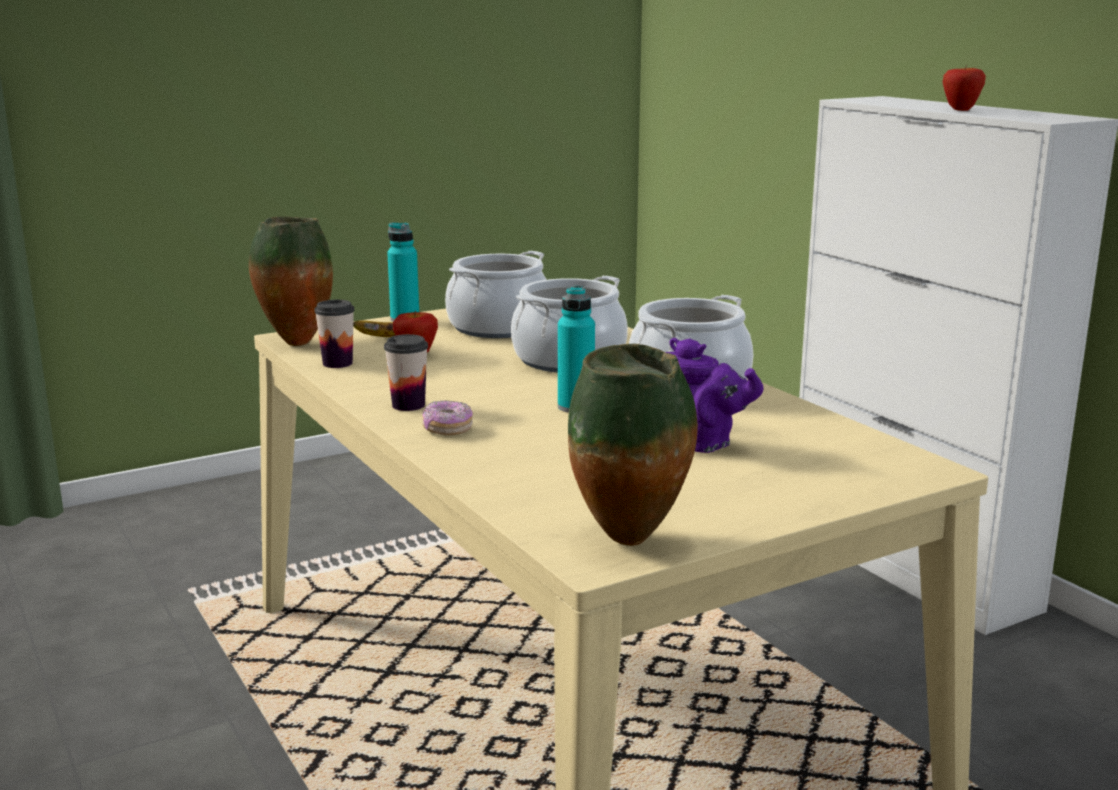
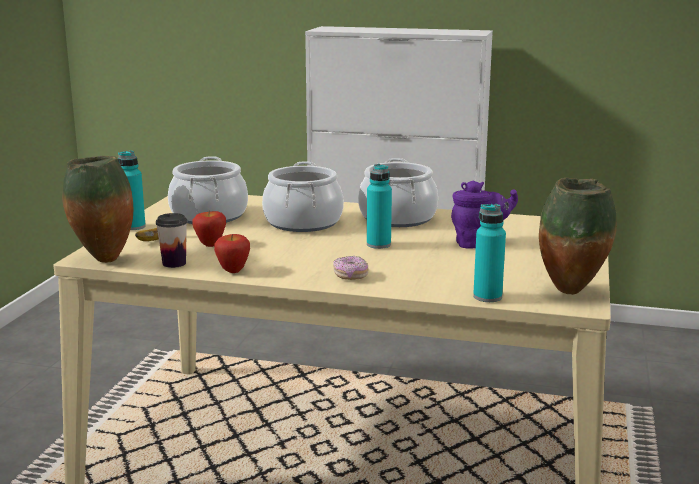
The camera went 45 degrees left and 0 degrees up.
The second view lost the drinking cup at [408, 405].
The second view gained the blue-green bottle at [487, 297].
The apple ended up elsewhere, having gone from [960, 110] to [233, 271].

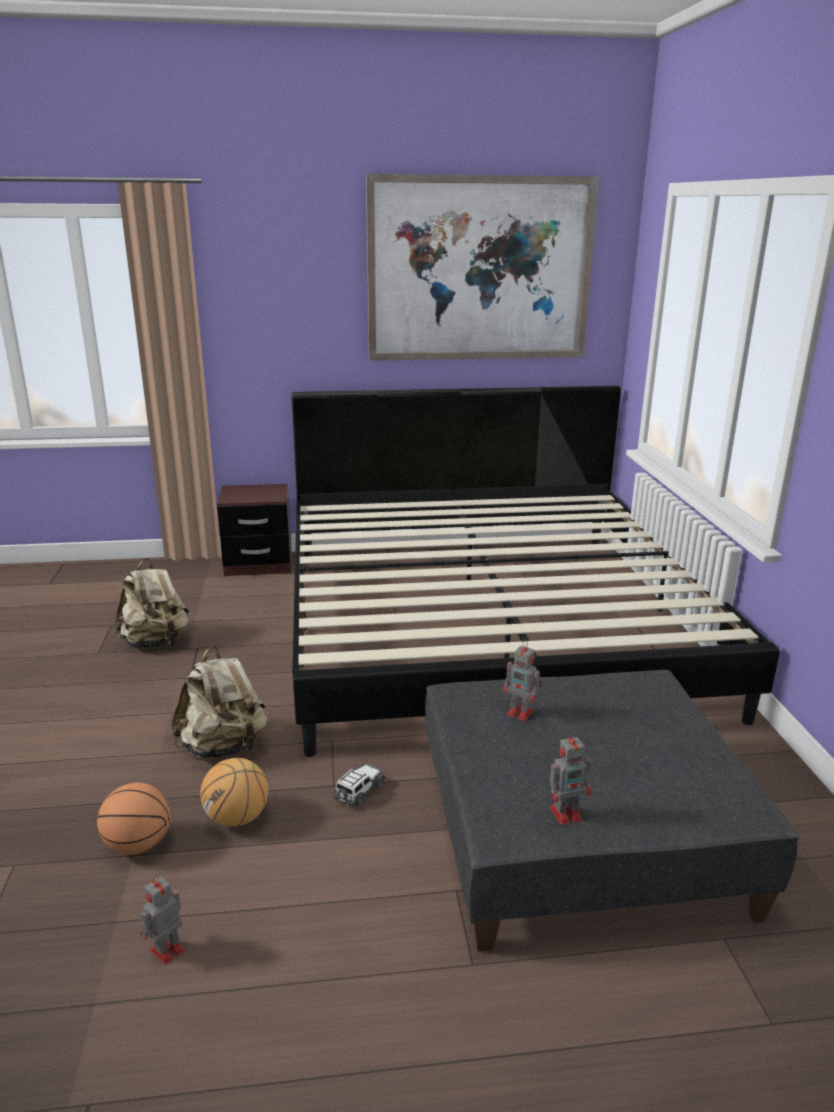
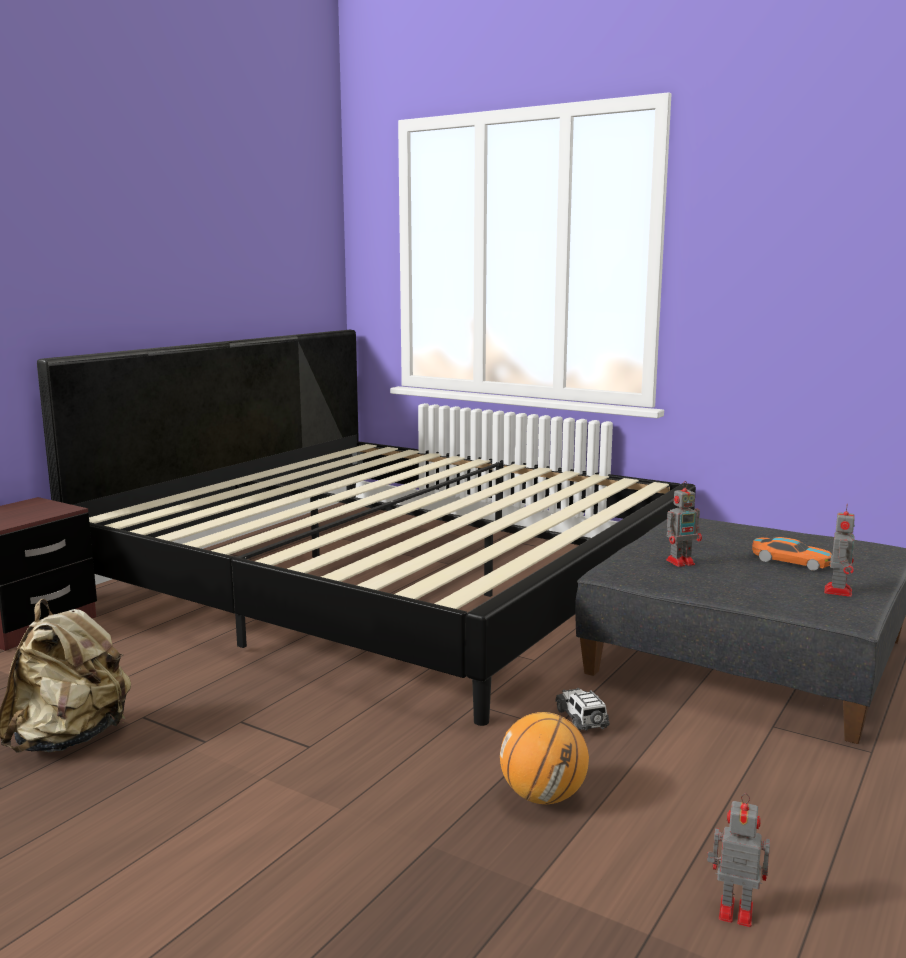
The camera went 50 degrees left and 10 degrees down.
The second view lost the ball for basketball at [138, 845].
The second view lost the beige backpack at [223, 747].
The second view lost the wall picture at [479, 270].
The second view gained the miniature car at [791, 561].
The model robot at [165, 951] ended up facing another way, 120 degrees clockwise from before.

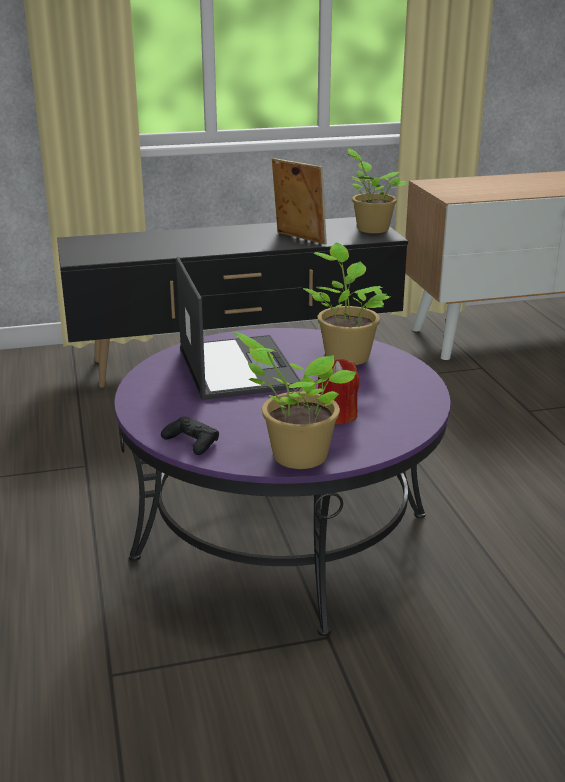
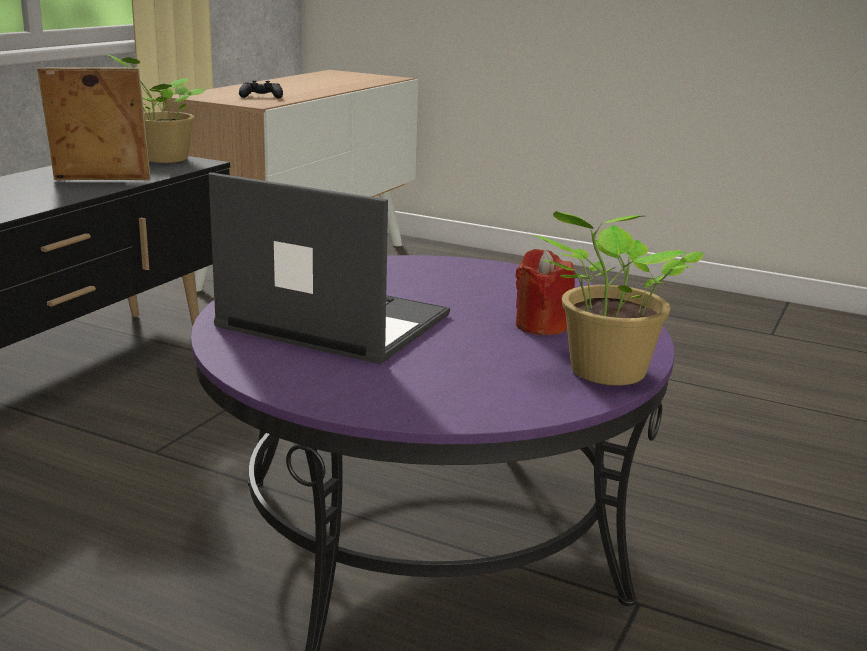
The camera went 50 degrees left and 5 degrees down.
The second view lost the potted plant at [345, 356].
The black game controller ended up elsewhere, having gone from [192, 442] to [261, 97].

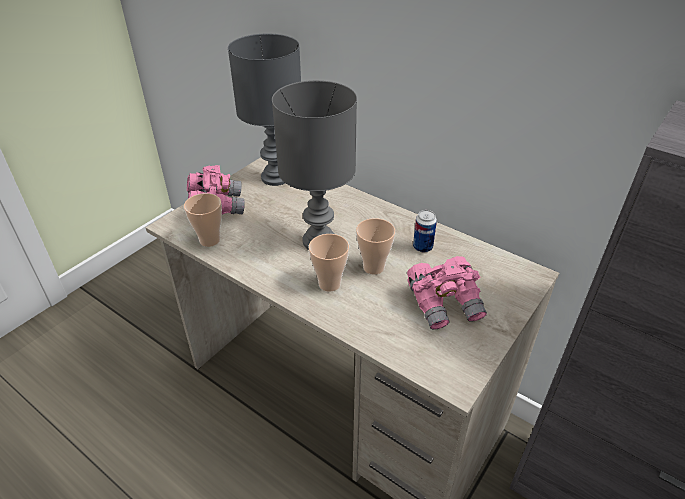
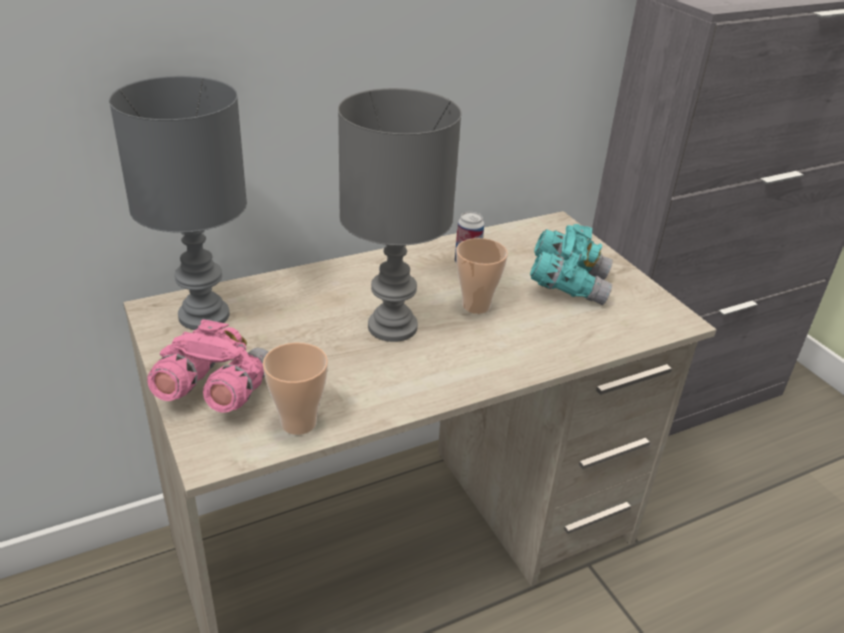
The camera went 65 degrees left and 5 degrees down.
The second view lost the drinking cup at [329, 284].
What was the pink-coloured field glasses at [445, 304] turned into the blue-green field glasses at [567, 284].

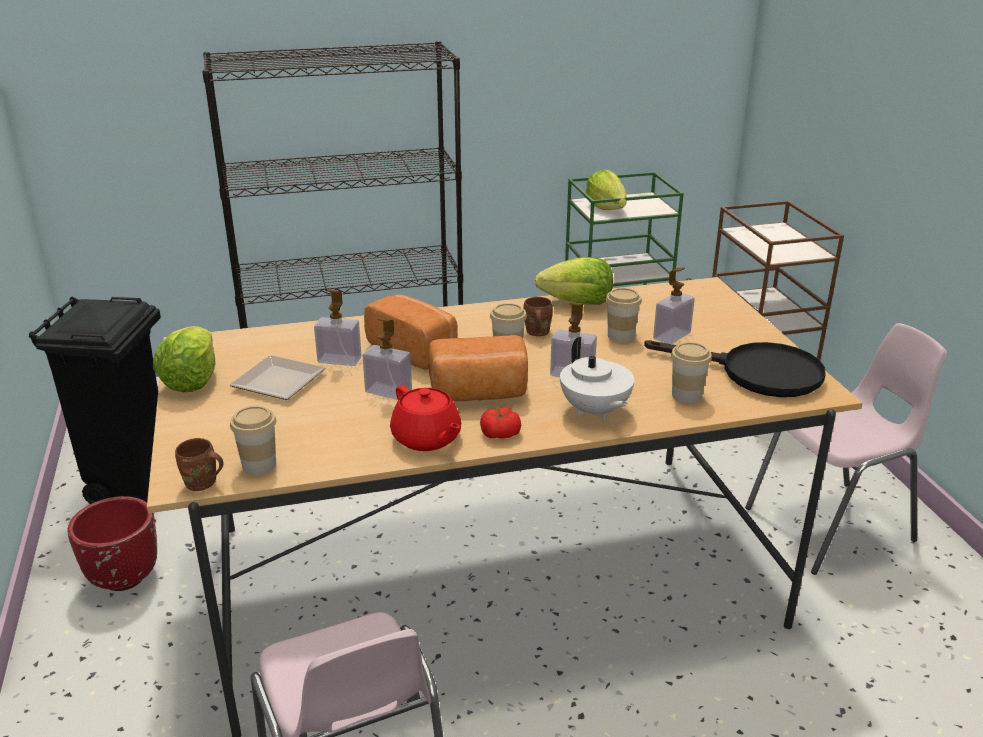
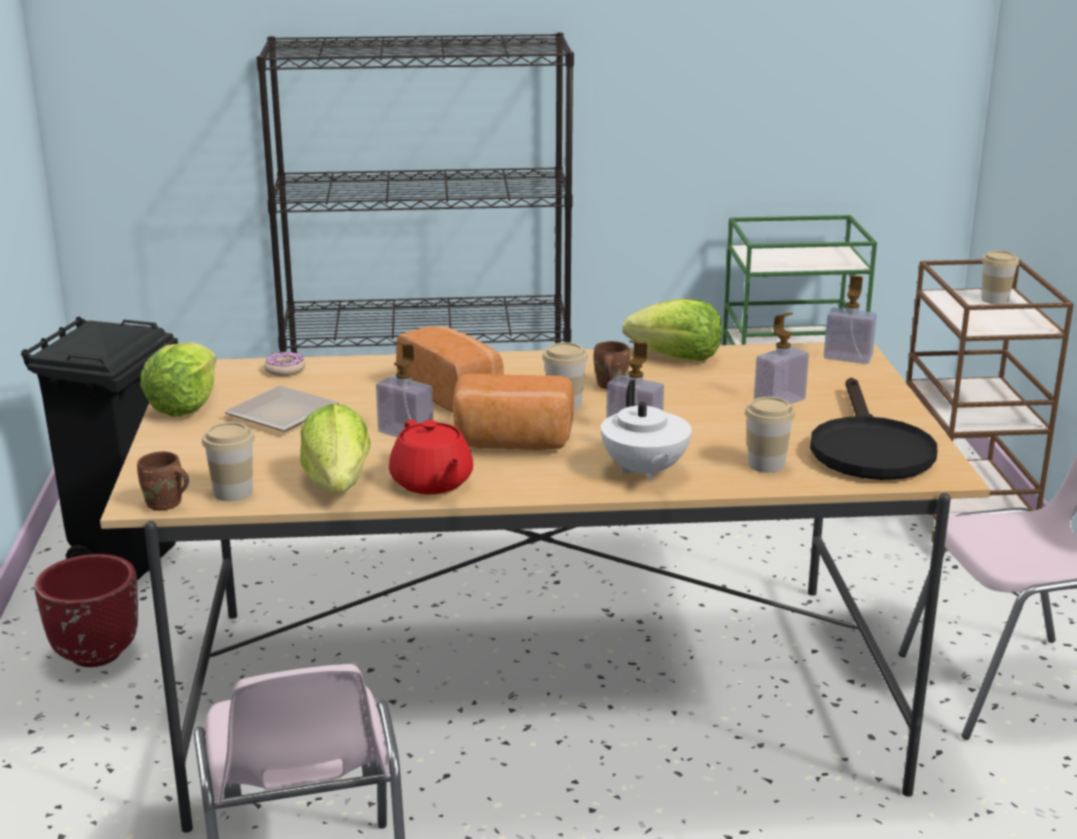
The camera went 10 degrees right and 5 degrees down.
The second view lost the tomato at [500, 433].
The second view gained the donut at [285, 370].
The soap bottle ended up elsewhere, having gone from [339, 360] to [847, 358].
The lettuce ended up elsewhere, having gone from [606, 208] to [338, 484].
The drinking cup ended up elsewhere, having gone from [621, 336] to [995, 300].
The black skillet at [756, 373] ended up facing another way, 60 degrees clockwise from before.

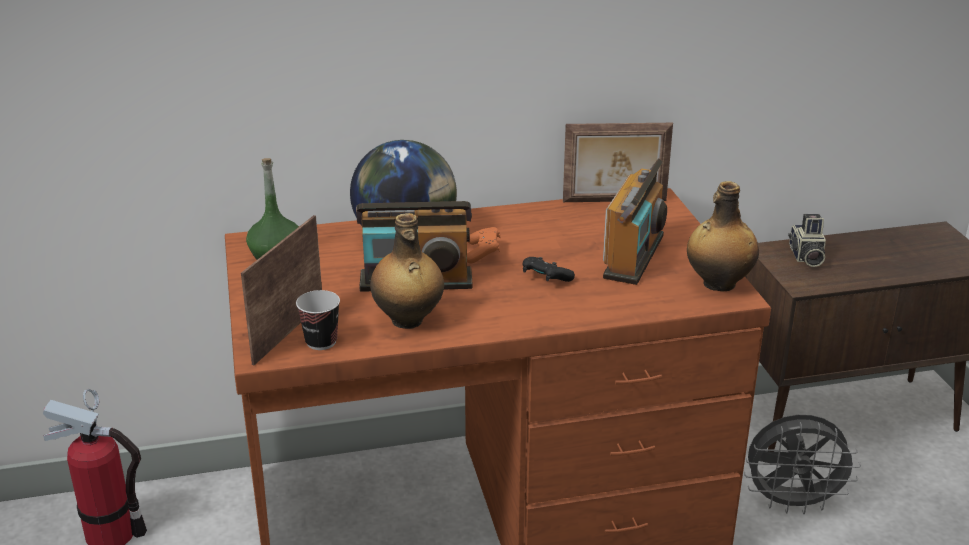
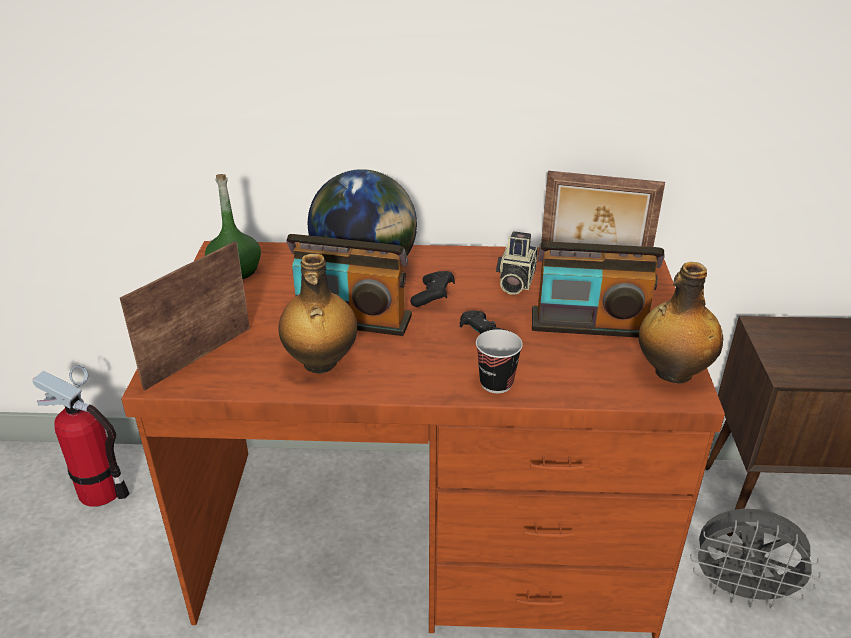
The camera went 15 degrees right and 5 degrees up.
The drinking cup ended up elsewhere, having gone from [321, 342] to [496, 383].
The photo camera ended up elsewhere, having gone from [805, 257] to [514, 281].
What was the orange game controller at [483, 253] turned into the black game controller at [433, 297].
The radio set at [634, 256] ended up facing another way, 60 degrees clockwise from before.

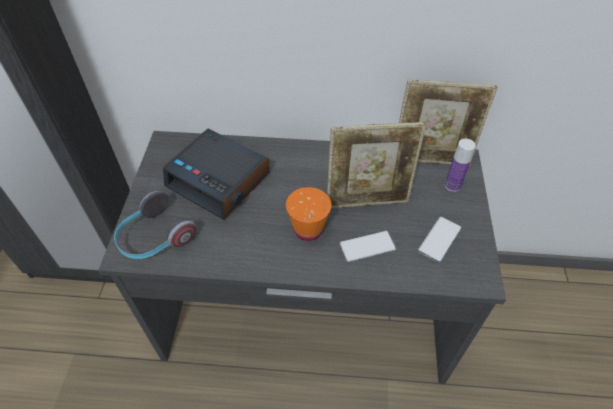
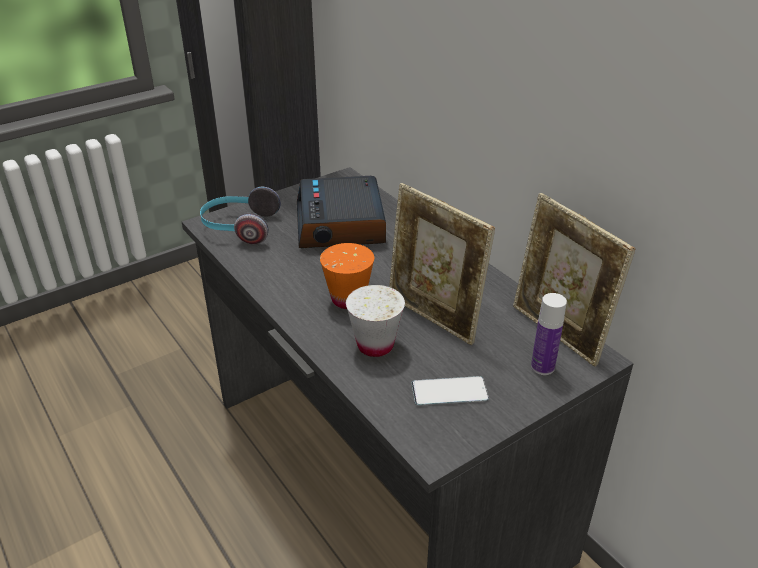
The camera went 50 degrees right and 15 degrees down.
Where the phone stood at [367, 246], the white drinking cup came to stand at [375, 345].

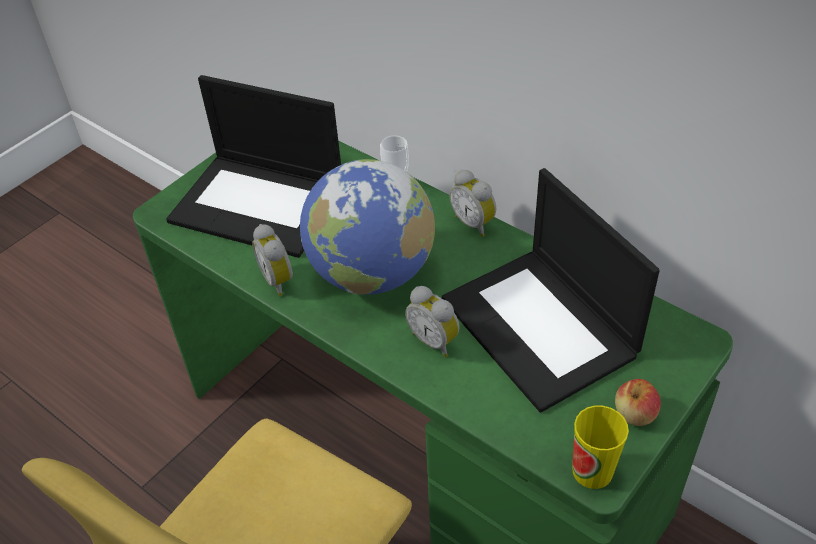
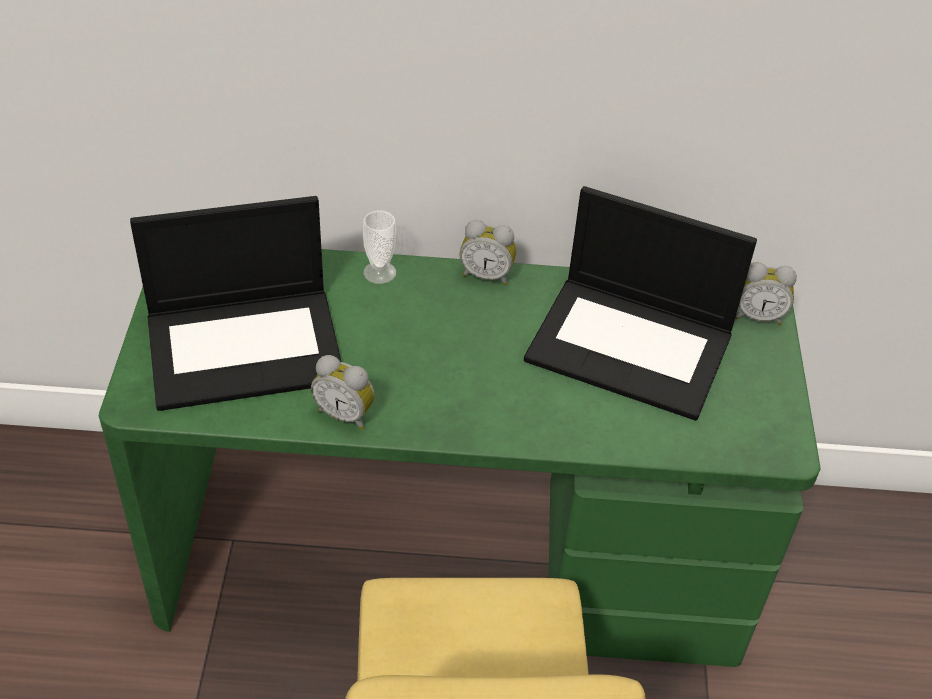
The camera went 40 degrees left and 0 degrees up.
The second view lost the world globe at [372, 273].
The second view lost the drinking cup at [592, 471].
The second view lost the apple at [635, 414].
The bedside clock ended up elsewhere, having gone from [435, 340] to [757, 316].

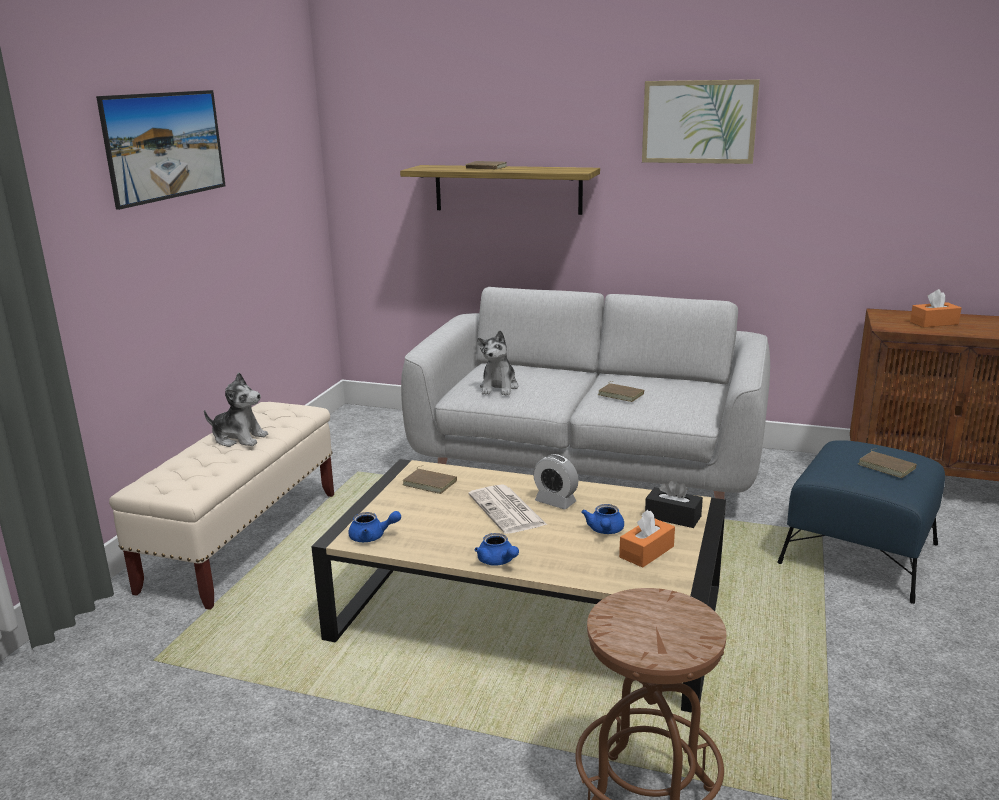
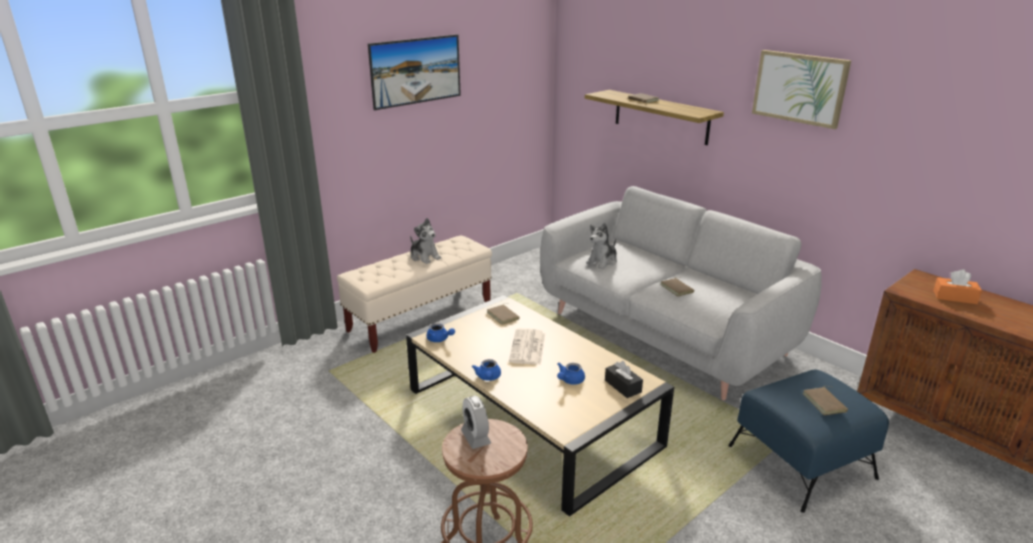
The camera went 30 degrees right and 5 degrees up.
The second view lost the orange tissue holder at [646, 552].
The bedside clock ended up elsewhere, having gone from [555, 502] to [476, 437].

